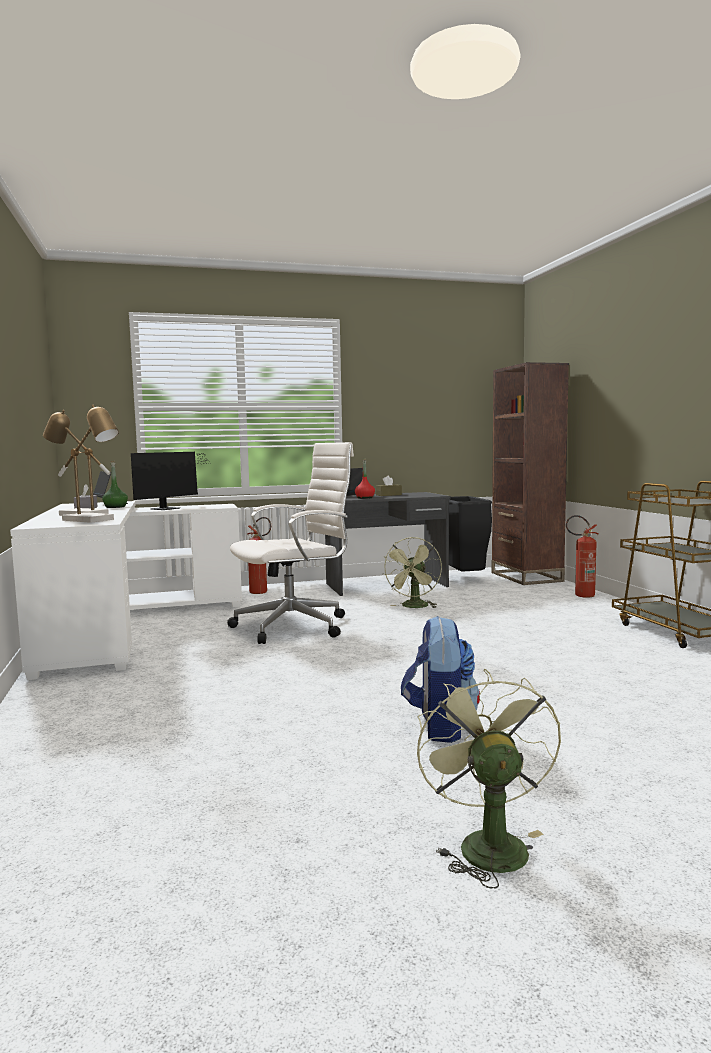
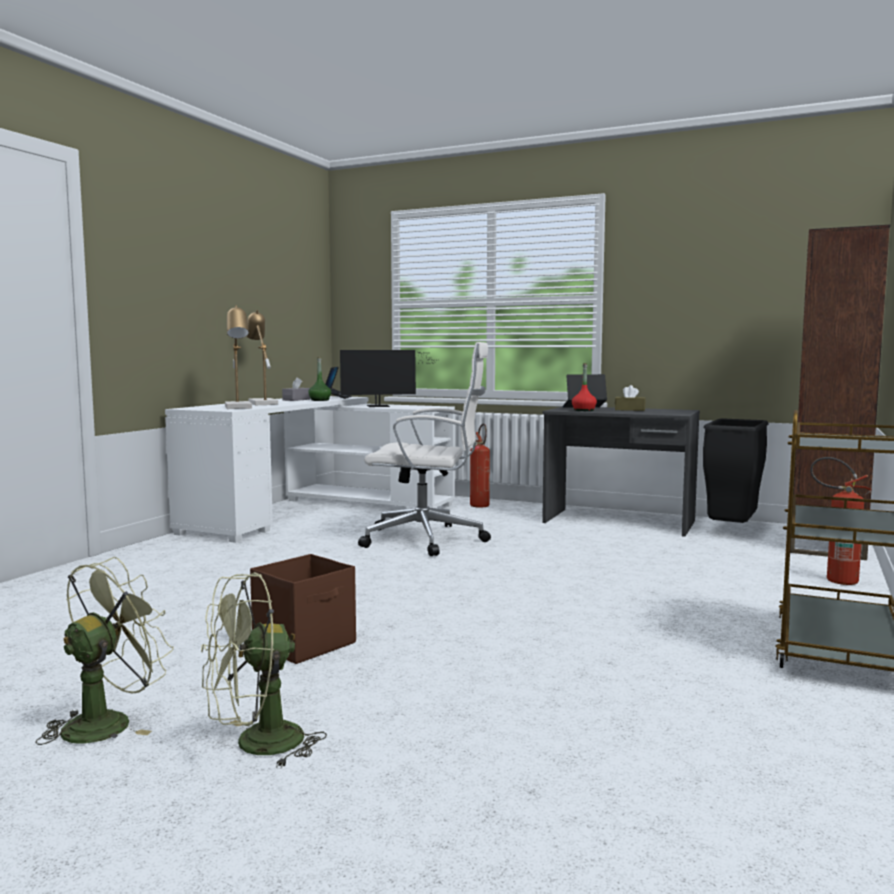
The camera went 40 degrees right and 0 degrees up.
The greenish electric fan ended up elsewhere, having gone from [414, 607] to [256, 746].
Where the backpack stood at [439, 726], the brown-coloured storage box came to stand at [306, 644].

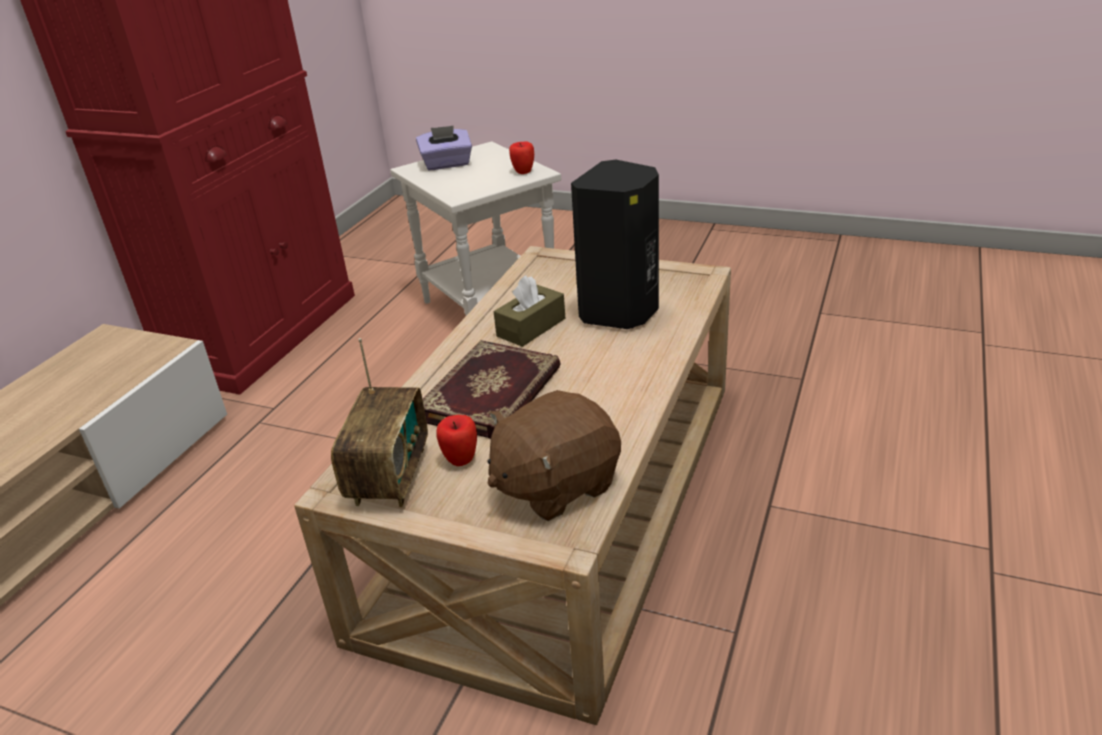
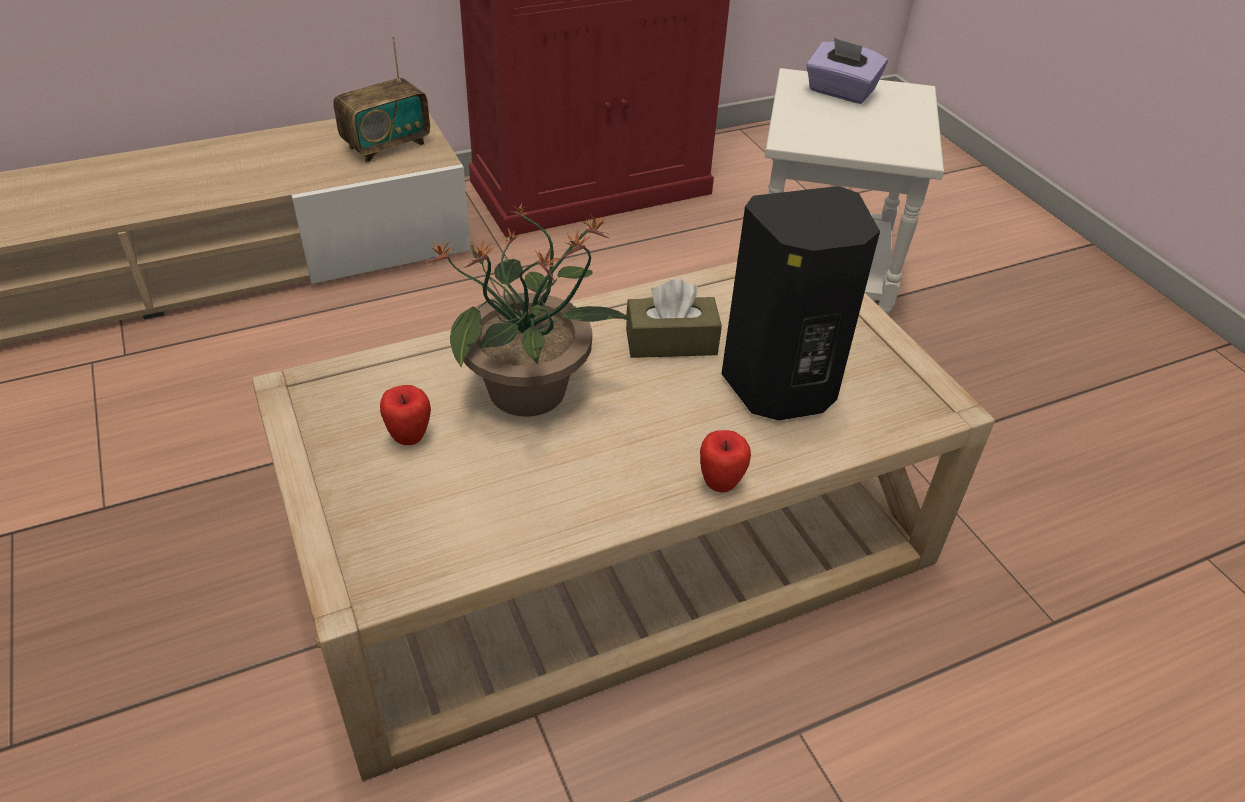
The camera went 40 degrees right and 10 degrees up.
The second view lost the brown-coloured cuddly toy at [555, 485].
The radio set ended up elsewhere, having gone from [389, 476] to [386, 145].
The apple ended up elsewhere, having gone from [523, 172] to [720, 483].
Where the bound book stood at [493, 394], the potted plant came to stand at [530, 391].

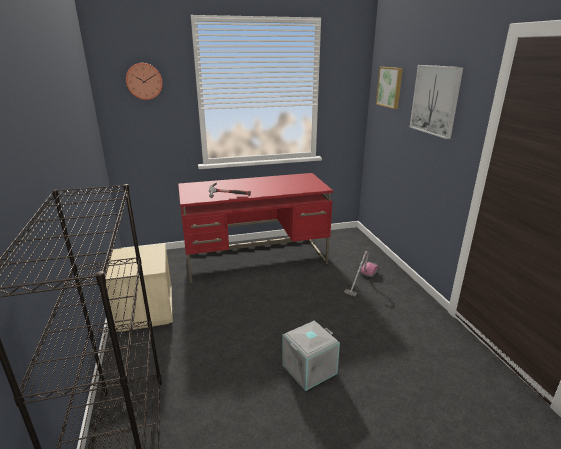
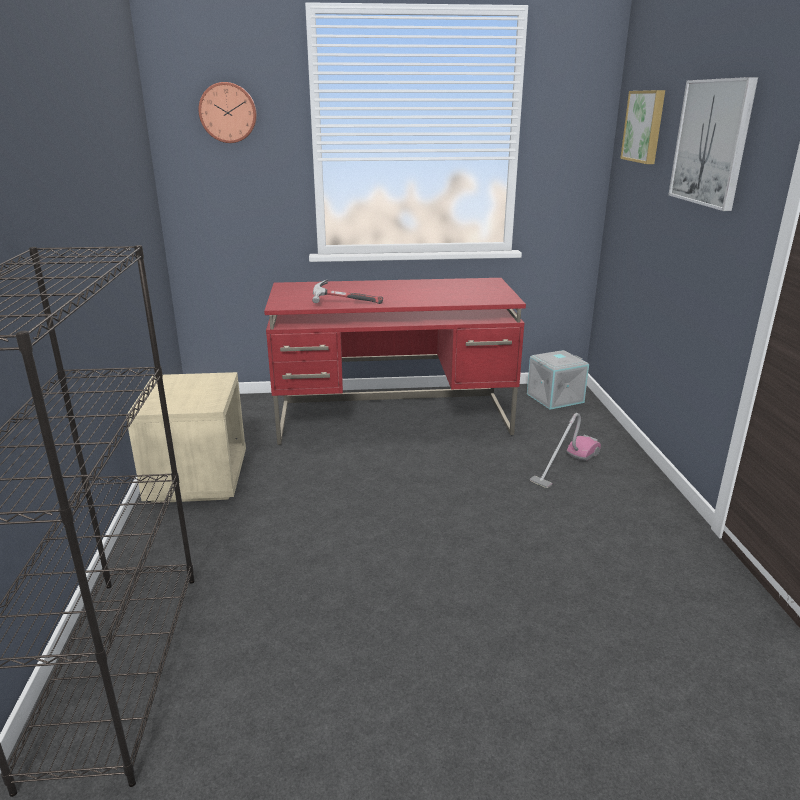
The camera went 10 degrees right and 0 degrees up.
The greyish storage box ended up elsewhere, having gone from [309, 368] to [554, 397].

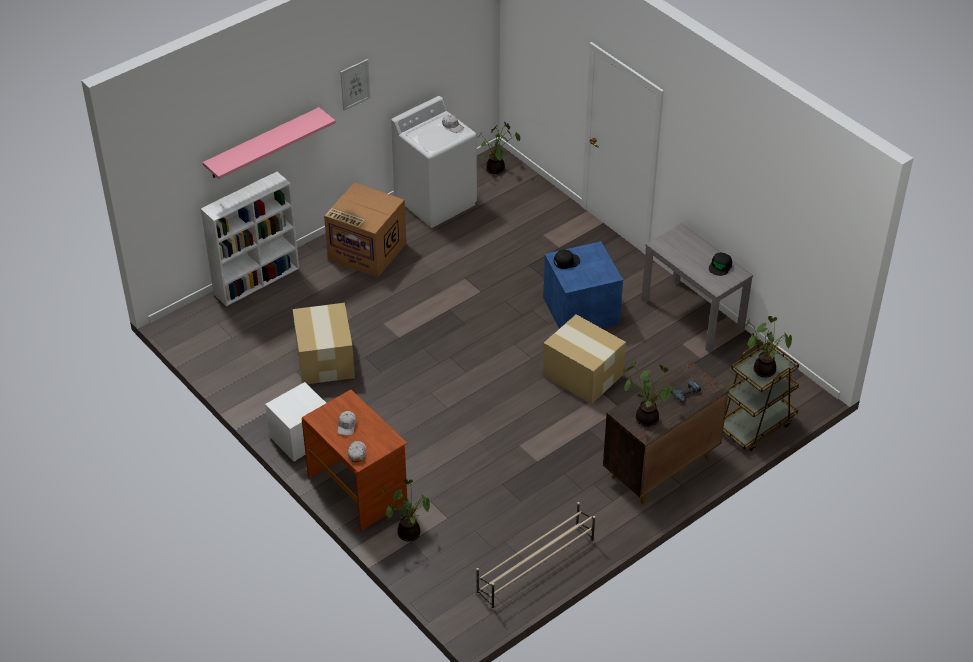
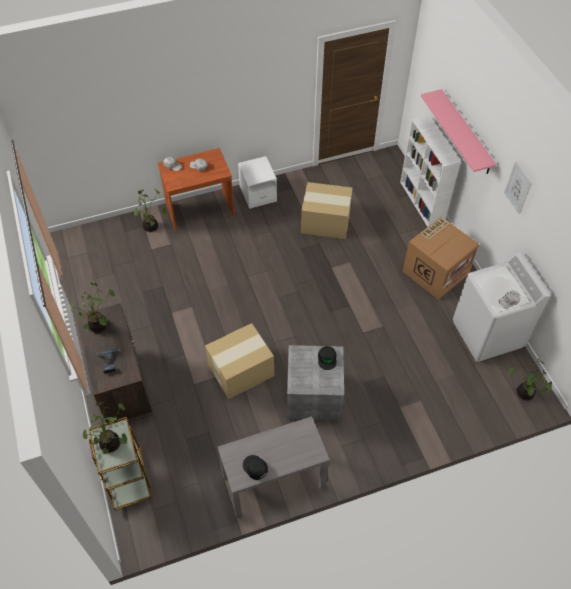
The camera went 110 degrees right and 10 degrees up.
The second view lost the beige shoe stand at [535, 567].
What was the bluish storage box at [579, 310] turned into the greyish storage box at [314, 395].

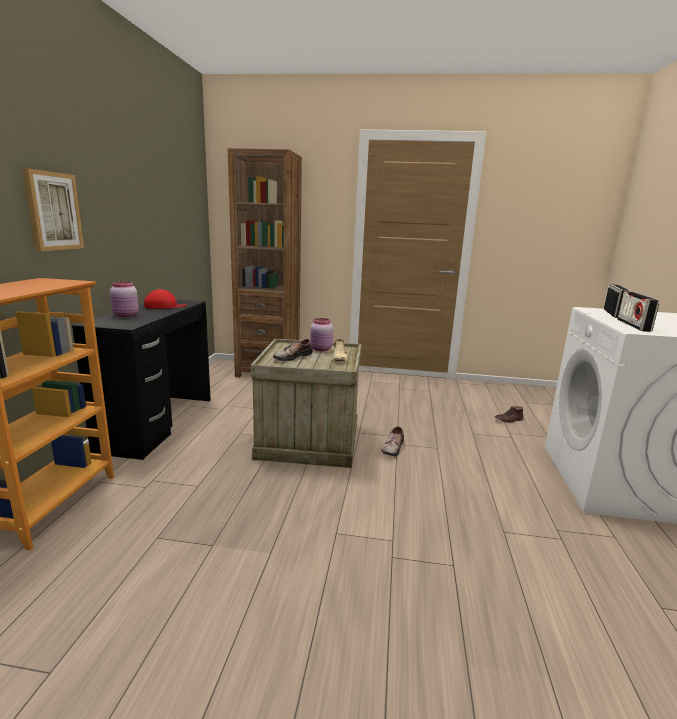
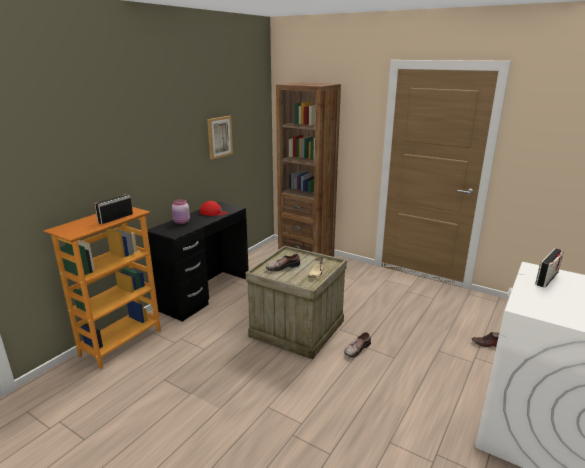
The camera went 25 degrees right and 5 degrees up.
The second view lost the pink-coloured storage jar at [321, 349].
The wall picture ended up elsewhere, having gone from [53, 211] to [219, 137].
The radio set ended up elsewhere, having gone from [633, 325] to [115, 218].

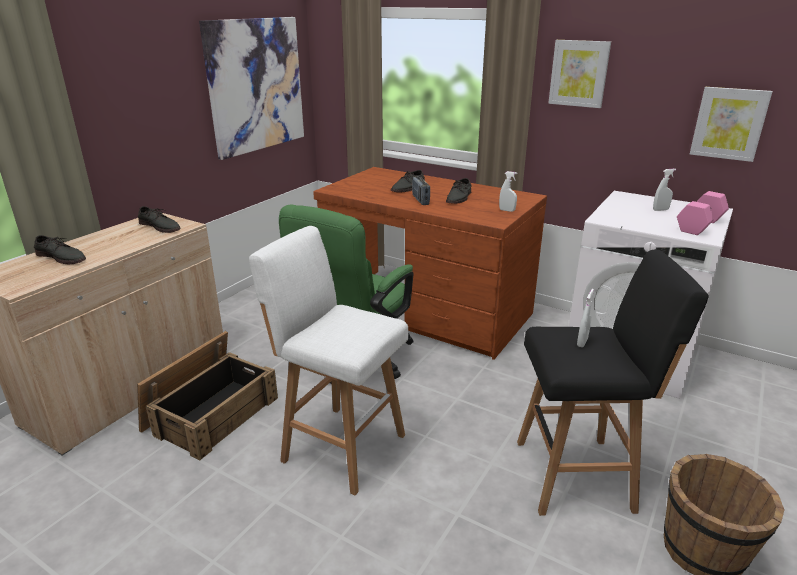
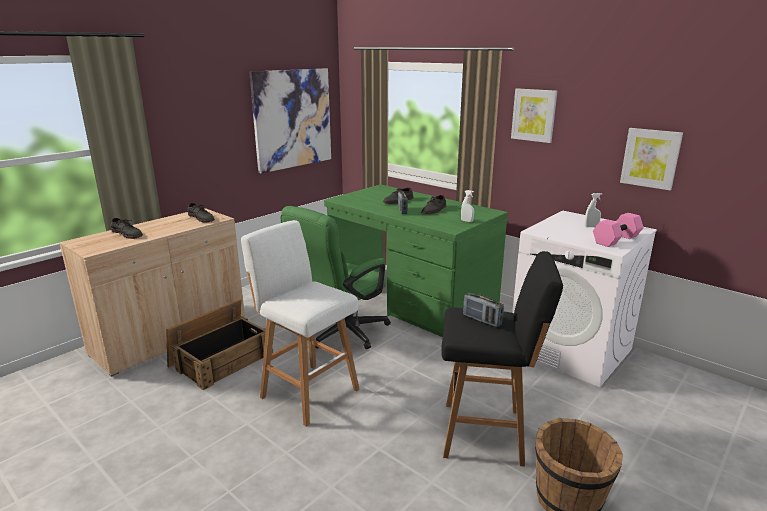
The camera went 10 degrees right and 5 degrees down.
Where the white spray bottle stood at [582, 342], the radio set came to stand at [482, 320].
What was the brown-coloured desk at [426, 310] turned into the greenish desk at [411, 301].

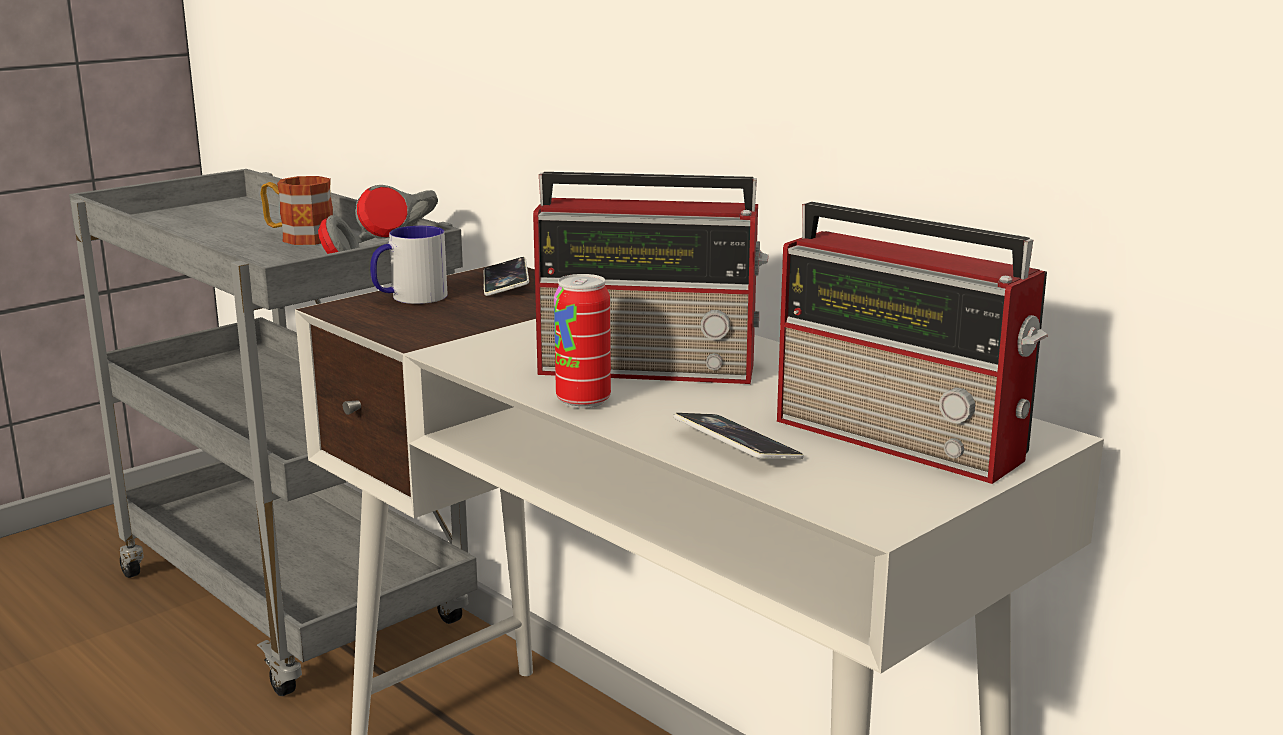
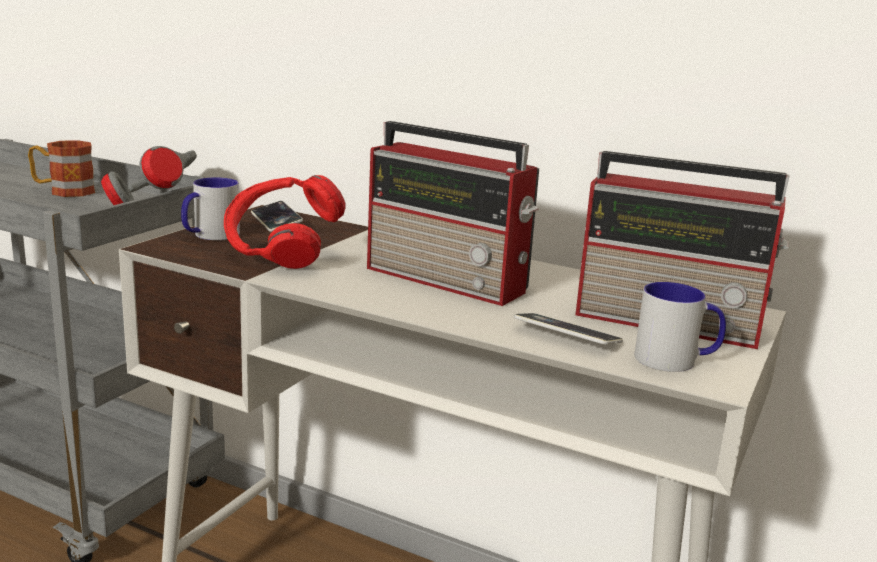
The camera went 20 degrees left and 0 degrees up.
The second view lost the can at [583, 401].
The second view gained the red-coloured headphones at [280, 256].
The second view gained the tea mug at [676, 360].
The radio set at [653, 368] ended up facing another way, 45 degrees clockwise from before.

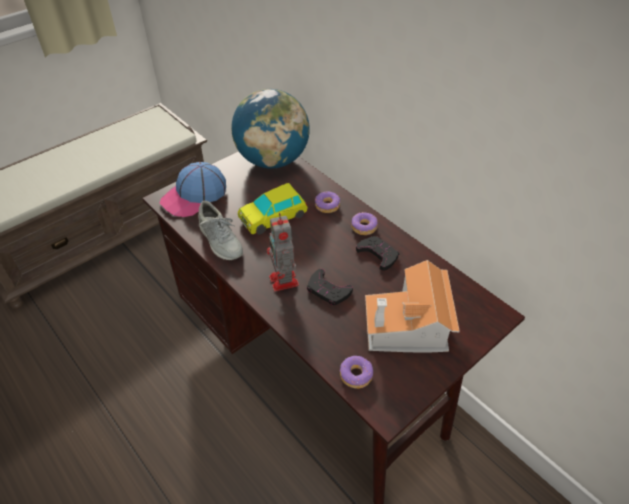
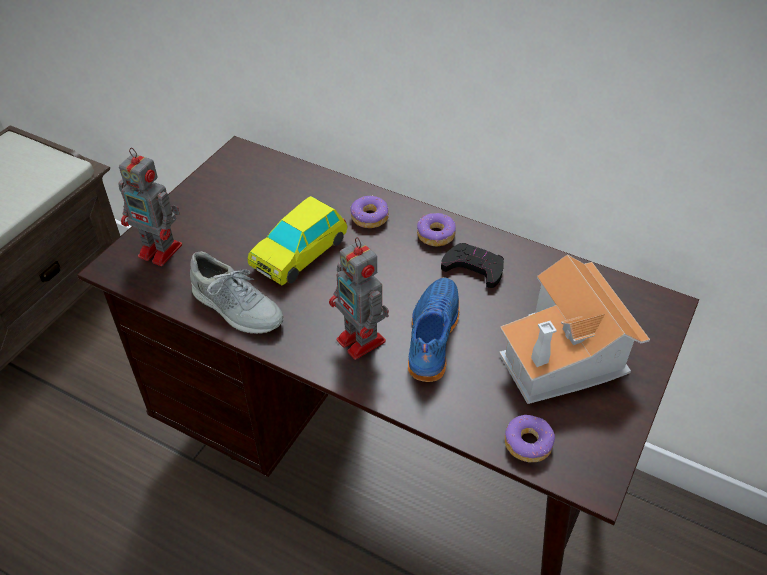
The camera went 20 degrees left and 0 degrees up.
The second view lost the world globe at [272, 160].
Where the peaked cap stood at [194, 196], the model robot came to stand at [162, 251].
Where the black game controller stood at [328, 290], the bluish low shoe came to stand at [430, 336].

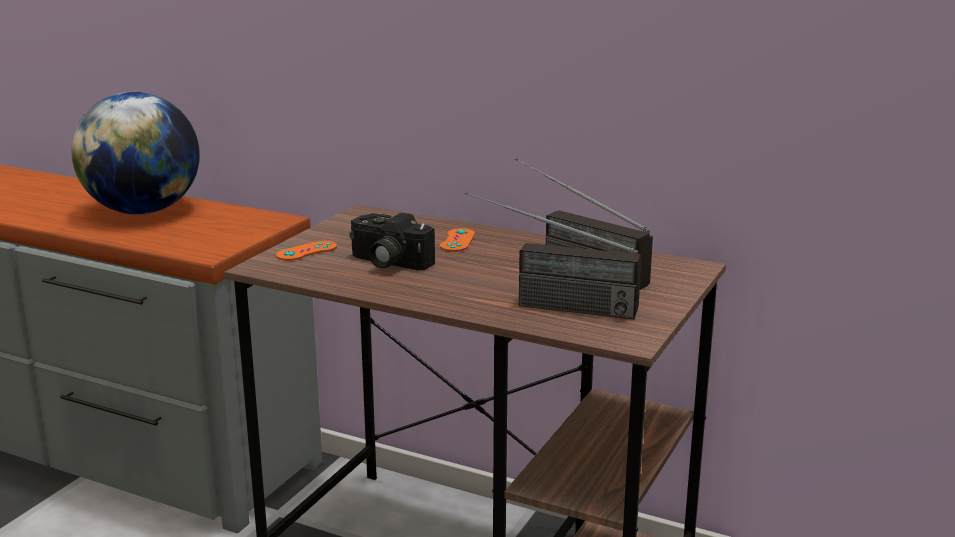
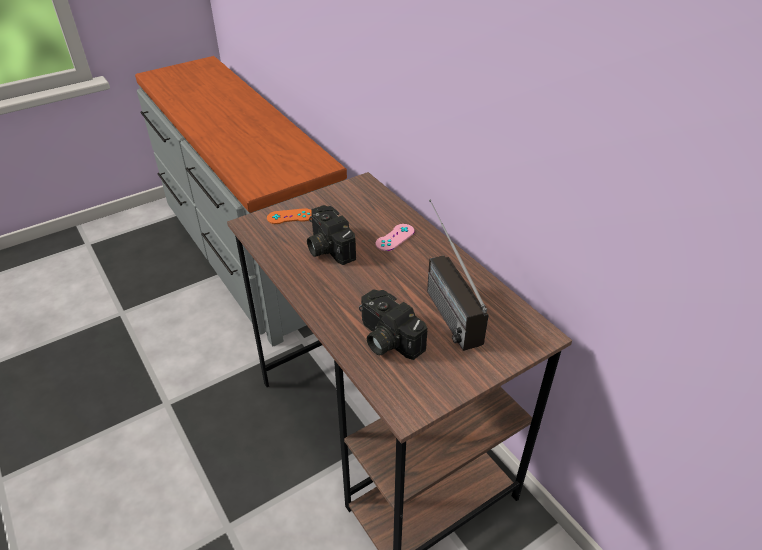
The camera went 30 degrees right and 20 degrees up.
The second view lost the world globe at [143, 211].
Where the radio set stood at [546, 305], the photo camera came to stand at [386, 339].
What was the orange game controller at [457, 240] turned into the pink-coloured game controller at [395, 237].

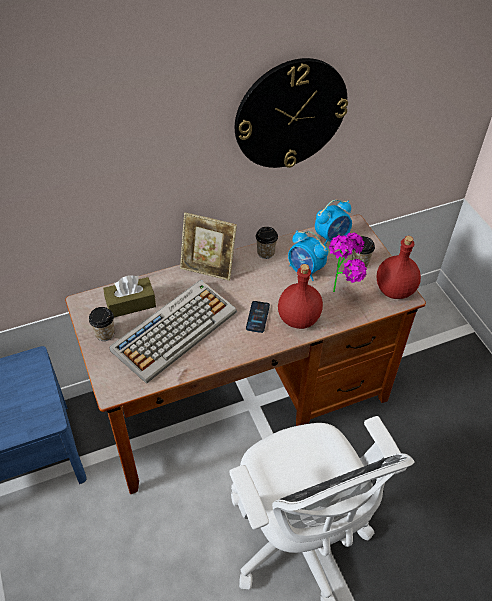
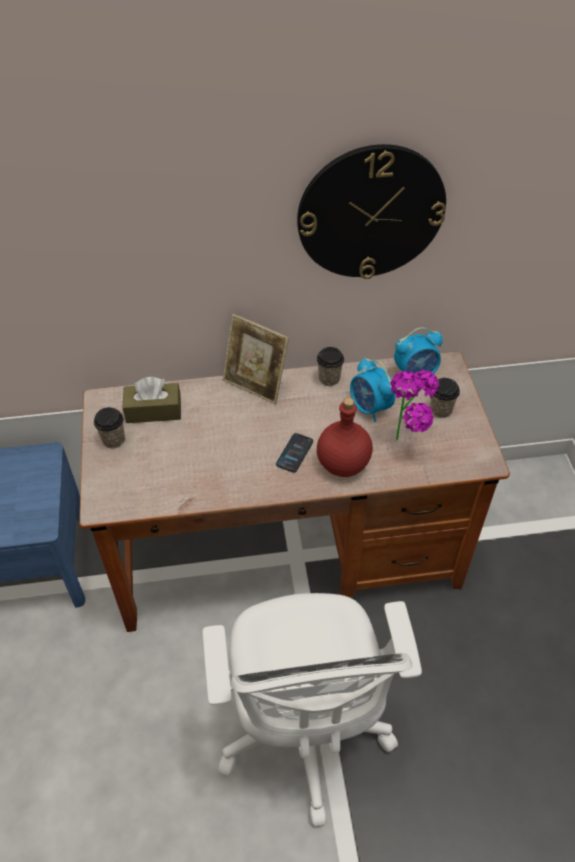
The camera went 15 degrees right and 0 degrees up.
The second view lost the keyboard at [175, 330].
The second view lost the red-coloured bottle at [394, 291].

